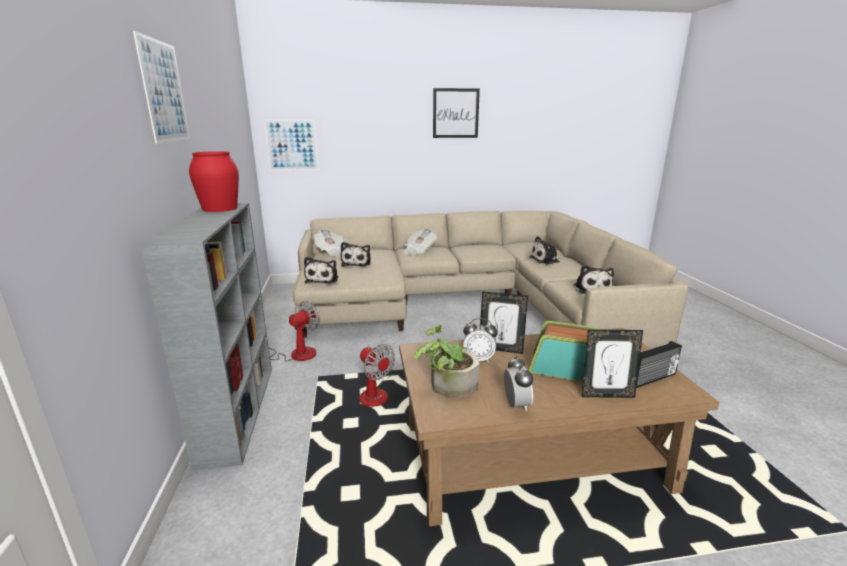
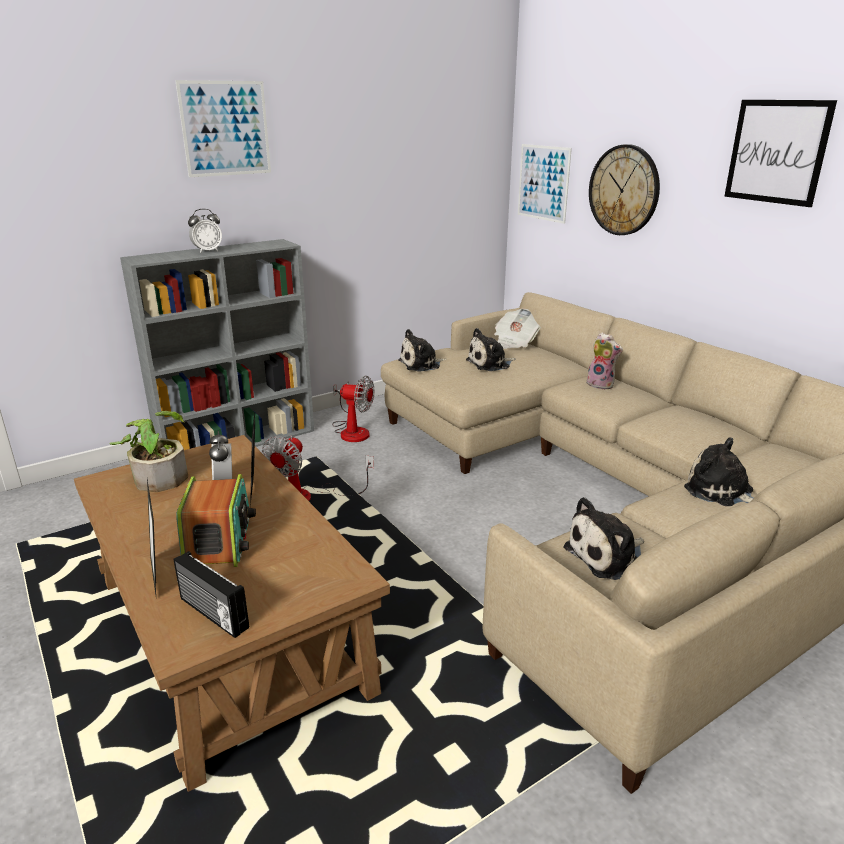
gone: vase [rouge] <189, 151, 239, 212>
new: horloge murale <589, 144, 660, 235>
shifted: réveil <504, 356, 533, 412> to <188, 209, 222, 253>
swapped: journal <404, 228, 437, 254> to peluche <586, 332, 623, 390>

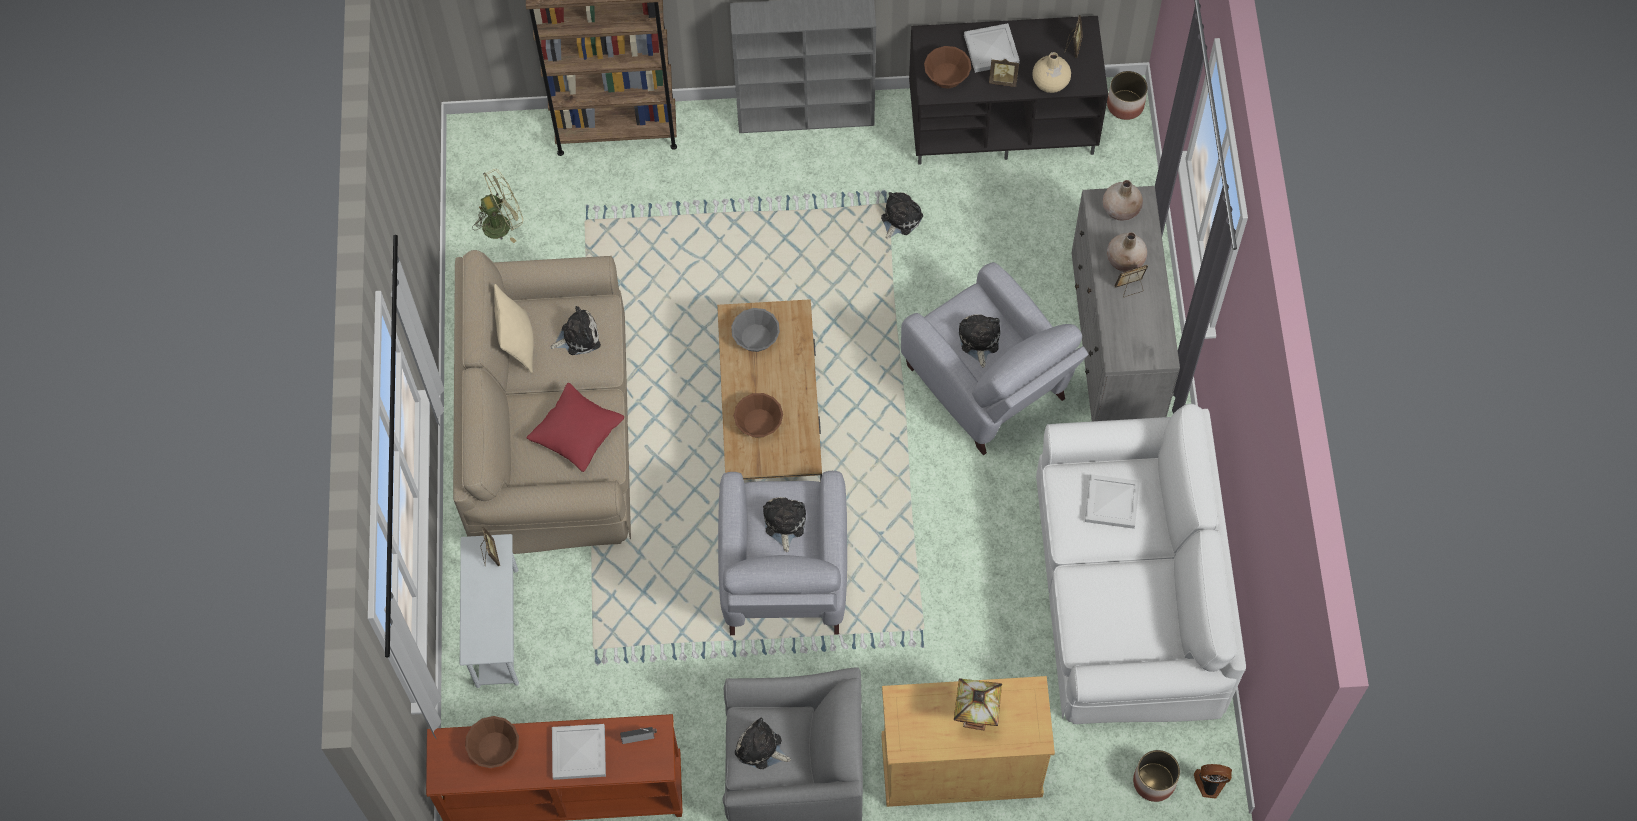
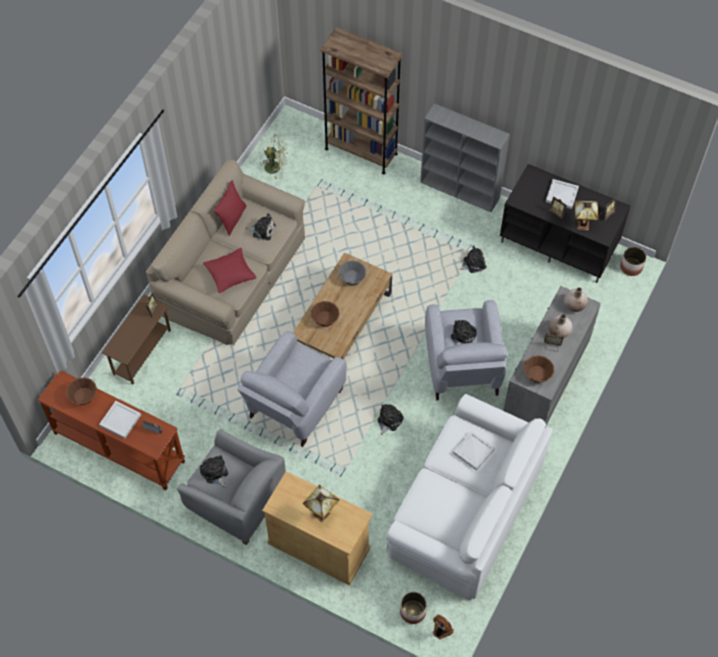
shifted: peluche <763, 497, 806, 552> to <377, 404, 404, 435>; bol [marron] <924, 46, 971, 89> to <524, 355, 554, 383>
swapped: vase [beige] <1032, 52, 1071, 93> to lampe de table <574, 200, 599, 230>
repainted: table d'appoint [blanc] <460, 534, 519, 688> to table d'appoint [marron] <102, 294, 171, 384>; coussin [beige] <494, 284, 534, 374> to coussin [rouge] <214, 180, 246, 236>

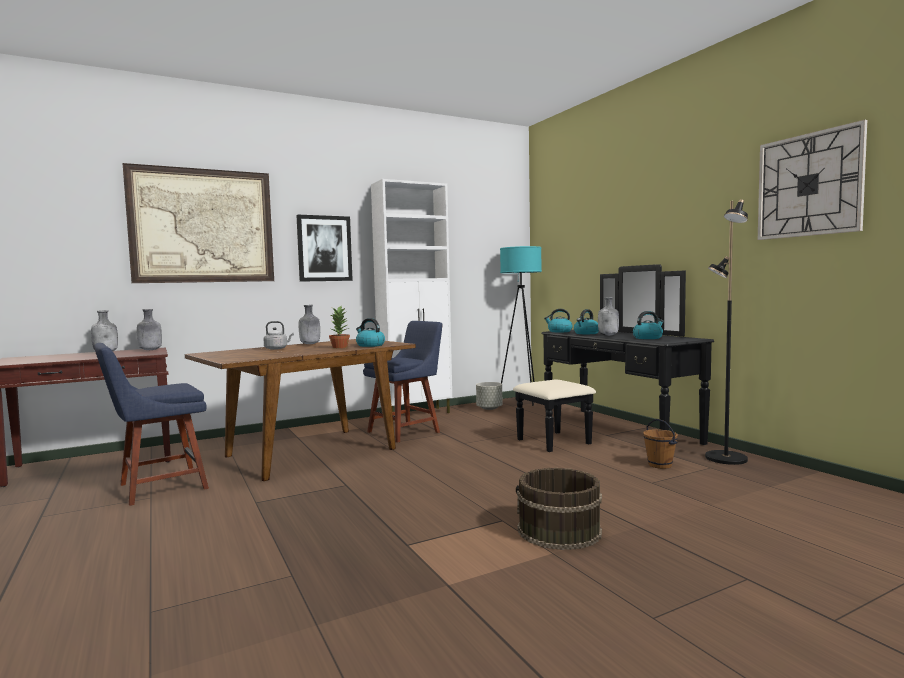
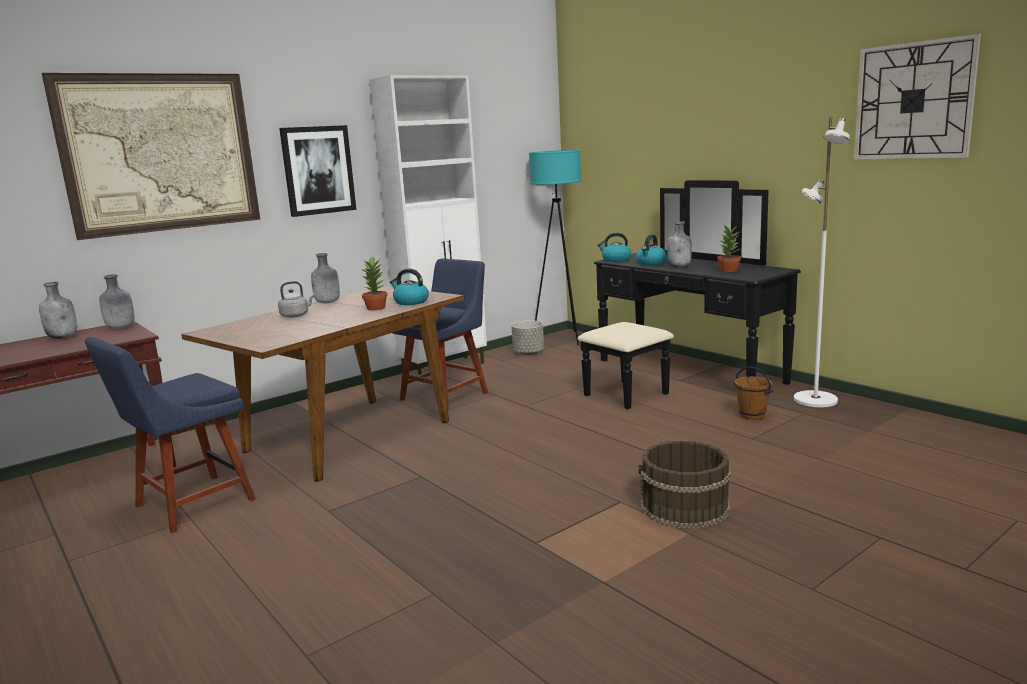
swapped: bouilloire <633, 311, 664, 339> to plante en pot <718, 225, 741, 272>
repainted: lampadaire [noir] <705, 199, 748, 465> to lampadaire [blanc] <794, 117, 850, 407>

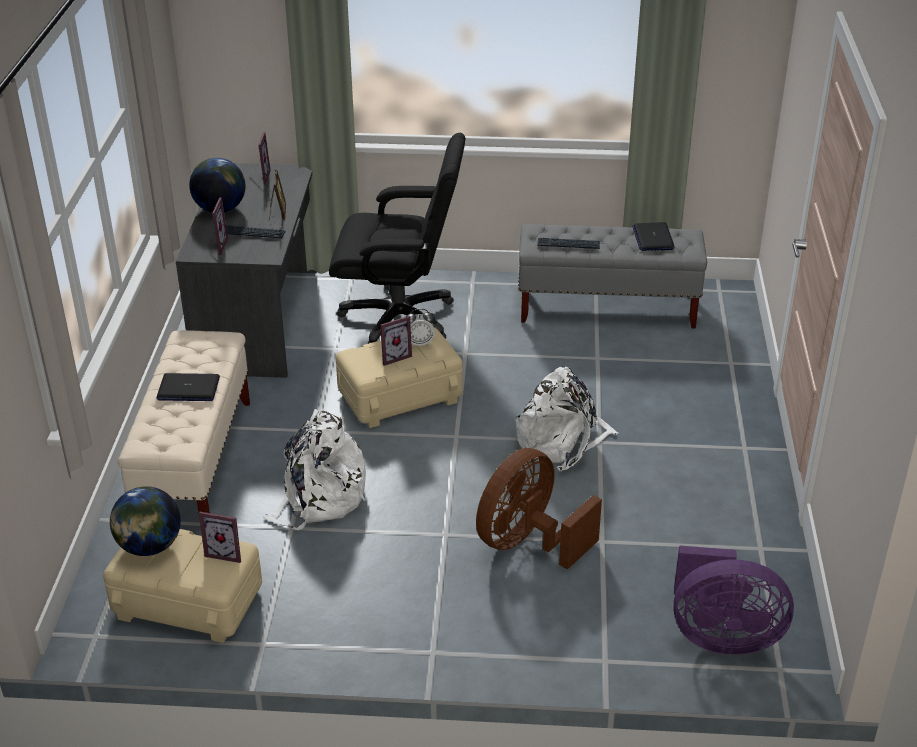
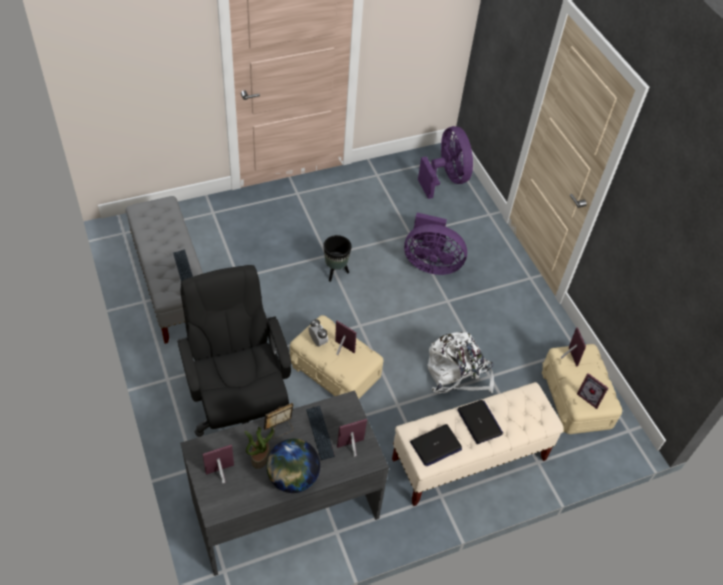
new: plante en pot <244, 426, 274, 469>
shifted: ordinateur portable <632, 222, 675, 251> to <410, 424, 462, 466>
swapped: globe <110, 486, 181, 556> to cadre photo <577, 373, 608, 409>; sac à dos [blanc] <516, 366, 618, 472> to cache-pot [noir] <323, 235, 352, 282>
repainted: ventilateur [marron] <476, 448, 602, 570> to ventilateur [violet] <404, 213, 467, 275>

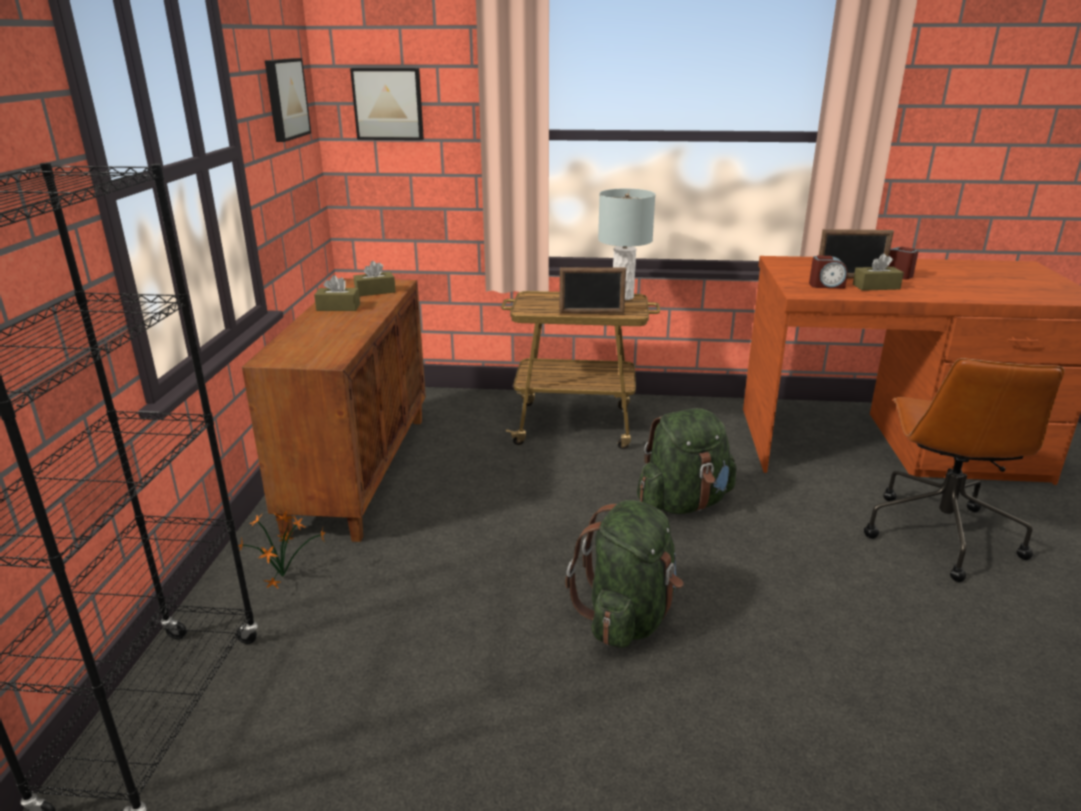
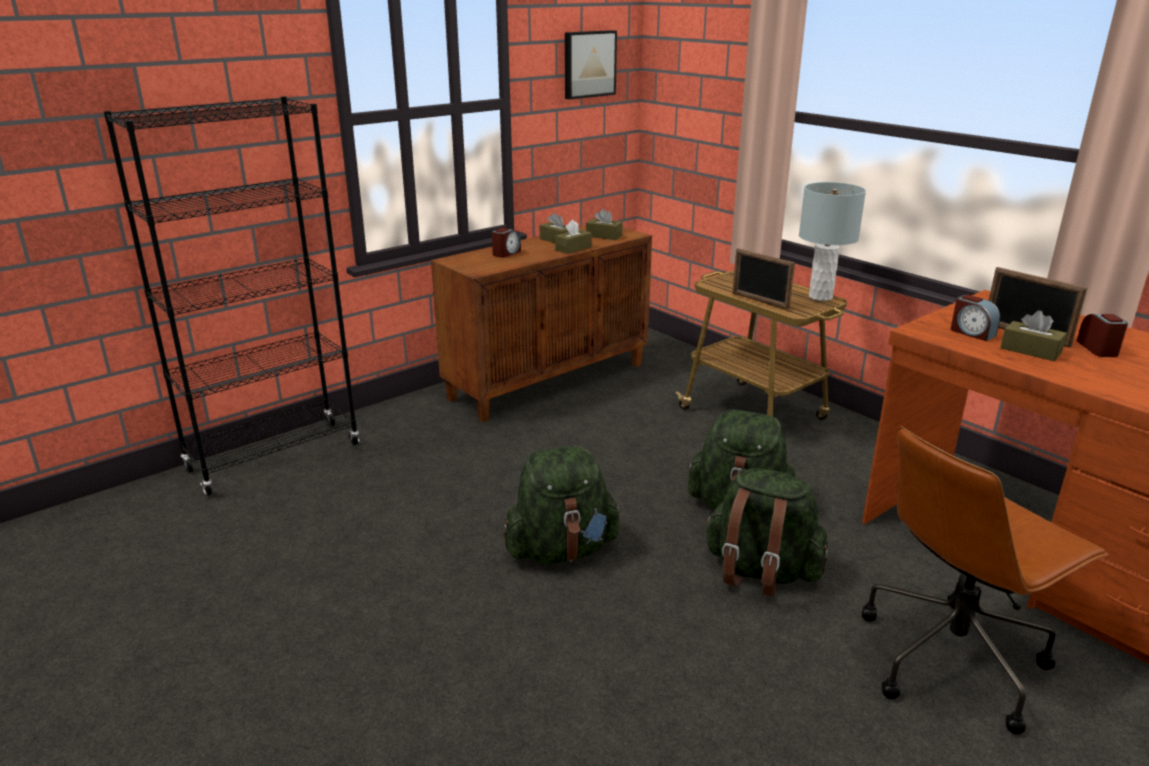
gone: plante en pot <239, 510, 326, 589>; tableau <350, 68, 424, 140>
new: réveil <492, 228, 521, 258>; boîte à mouchoirs [marron] <555, 220, 592, 254>; sac à dos [vert] <705, 468, 828, 597>

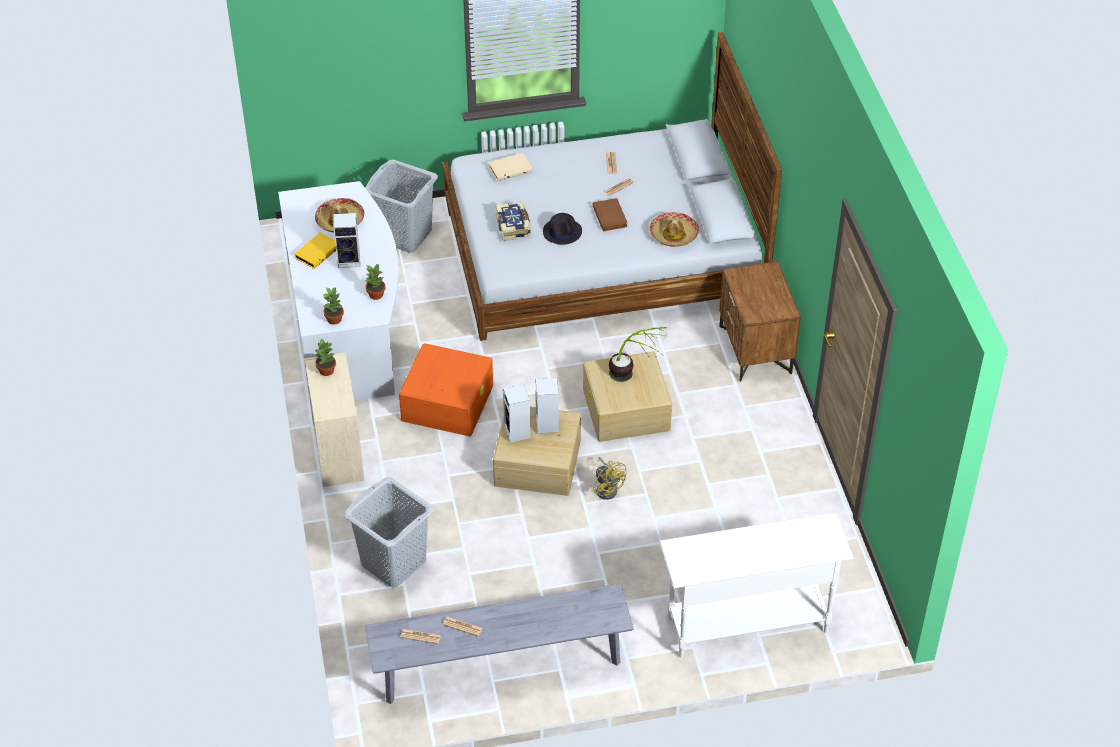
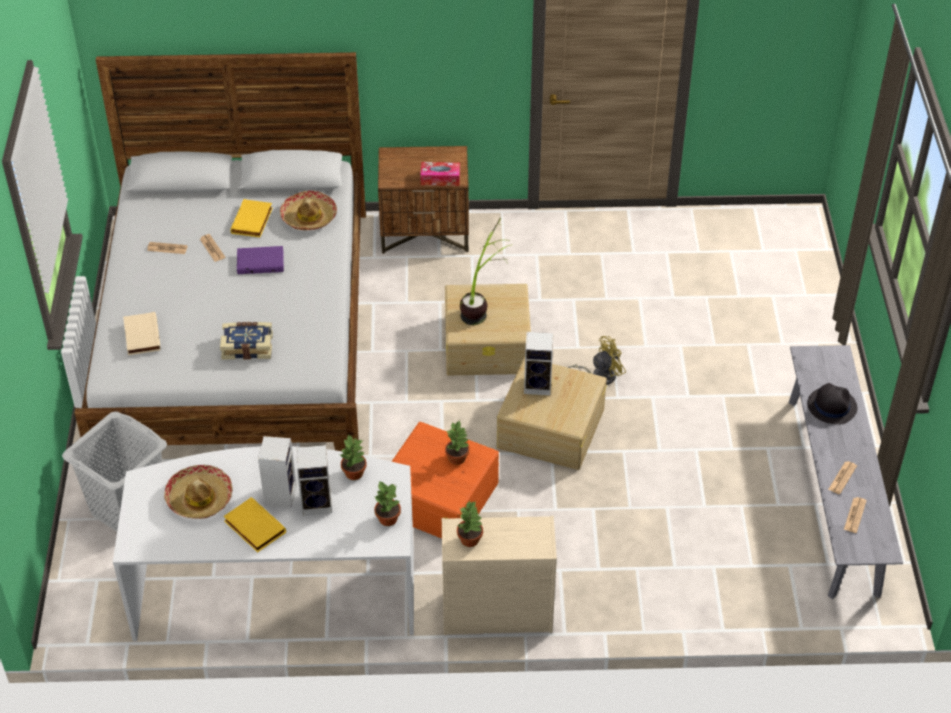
gone: panier à linge [gris] <343, 477, 434, 588>; table console [blanc] <659, 512, 854, 658>
new: livre [jaune] <230, 199, 273, 237>; boîte à mouchoirs <420, 162, 460, 186>; plante en pot <445, 420, 469, 465>
shifted: enceinte <503, 384, 530, 443> to <296, 445, 332, 516>; chapeau [noir] <543, 213, 582, 245> to <807, 383, 857, 425>
repainted: livre [marron] <592, 198, 628, 232> to livre [violet] <237, 246, 284, 274>

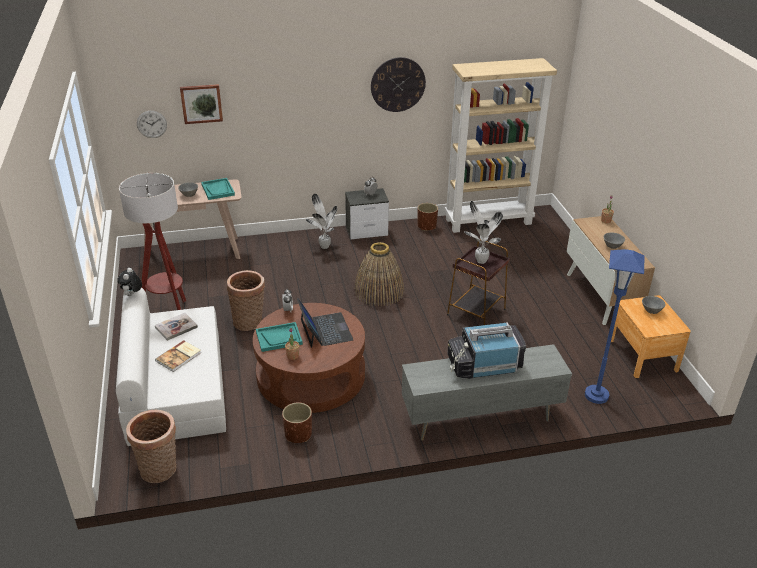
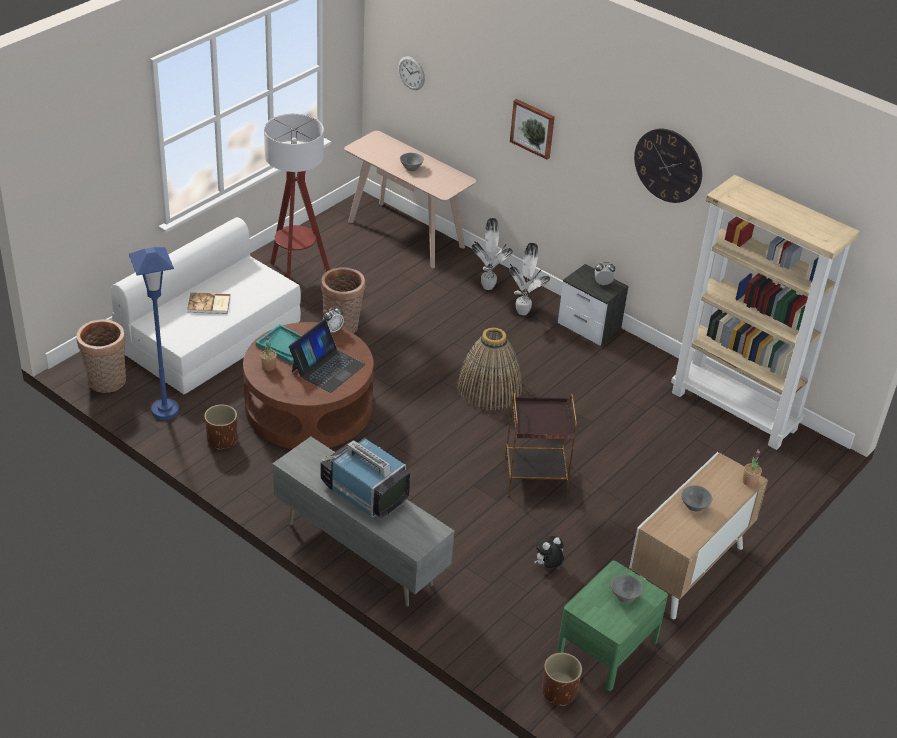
gone: livre <155, 313, 198, 341>; plateau [turquoise] <201, 178, 235, 200>
shifted: peluche <117, 268, 142, 296> to <534, 536, 564, 568>; tableau <180, 84, 223, 124> to <510, 99, 555, 160>; cache-pot [marron] <417, 203, 438, 231> to <542, 653, 582, 706>; plante en pot <464, 201, 503, 264> to <471, 218, 513, 290>; lampadaire [bleu] <585, 249, 645, 404> to <129, 247, 179, 420>
repainted: table de chevet [marron] <611, 295, 691, 378> to table de chevet [vert] <557, 561, 668, 691>

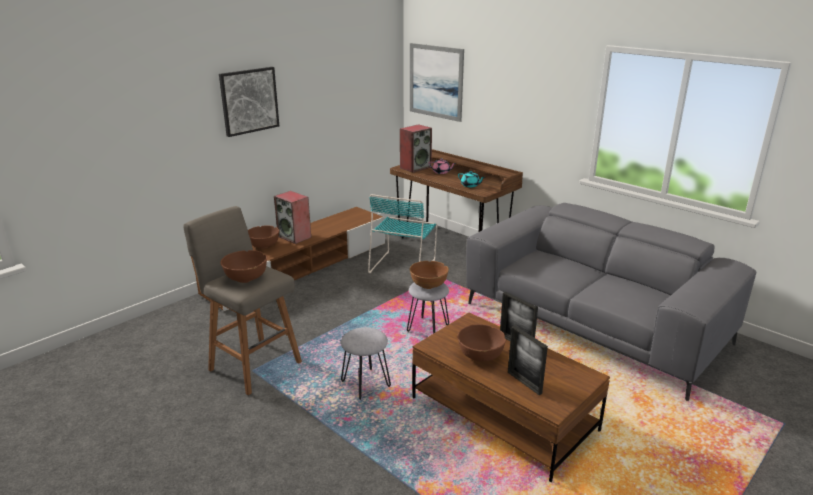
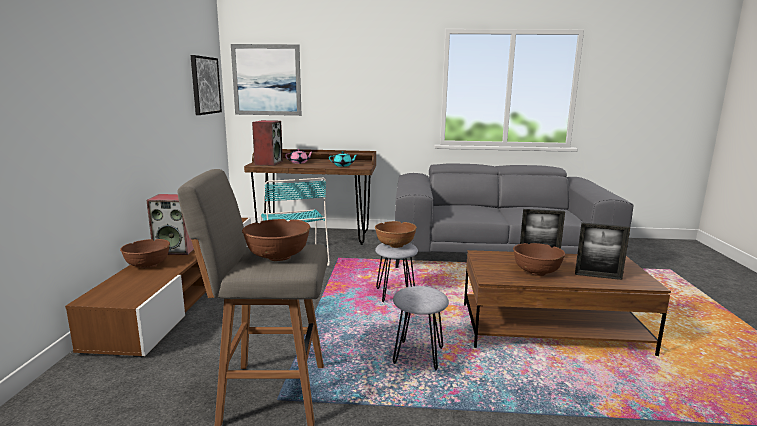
shifted: tableau <219, 67, 279, 137> to <191, 55, 222, 115>

